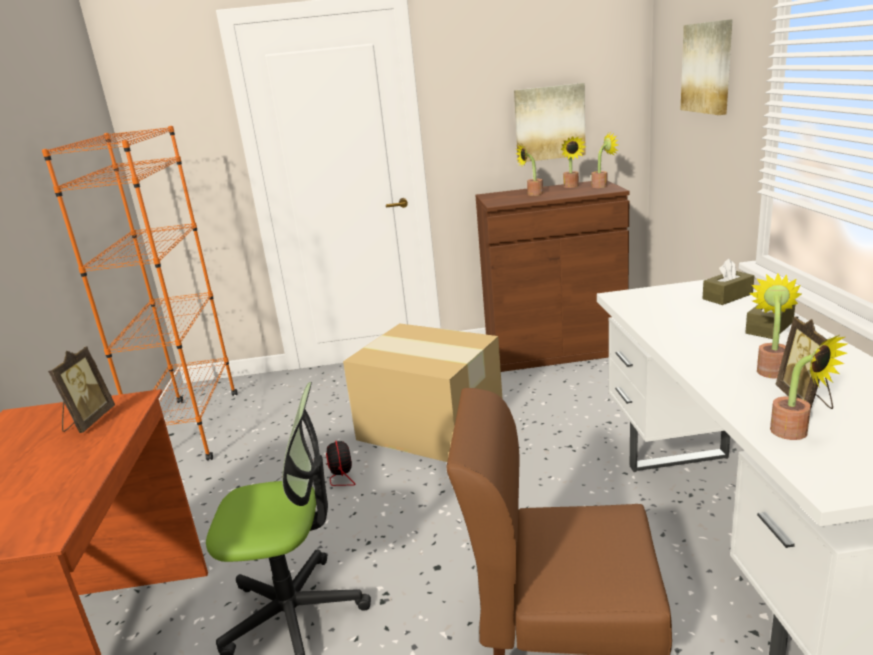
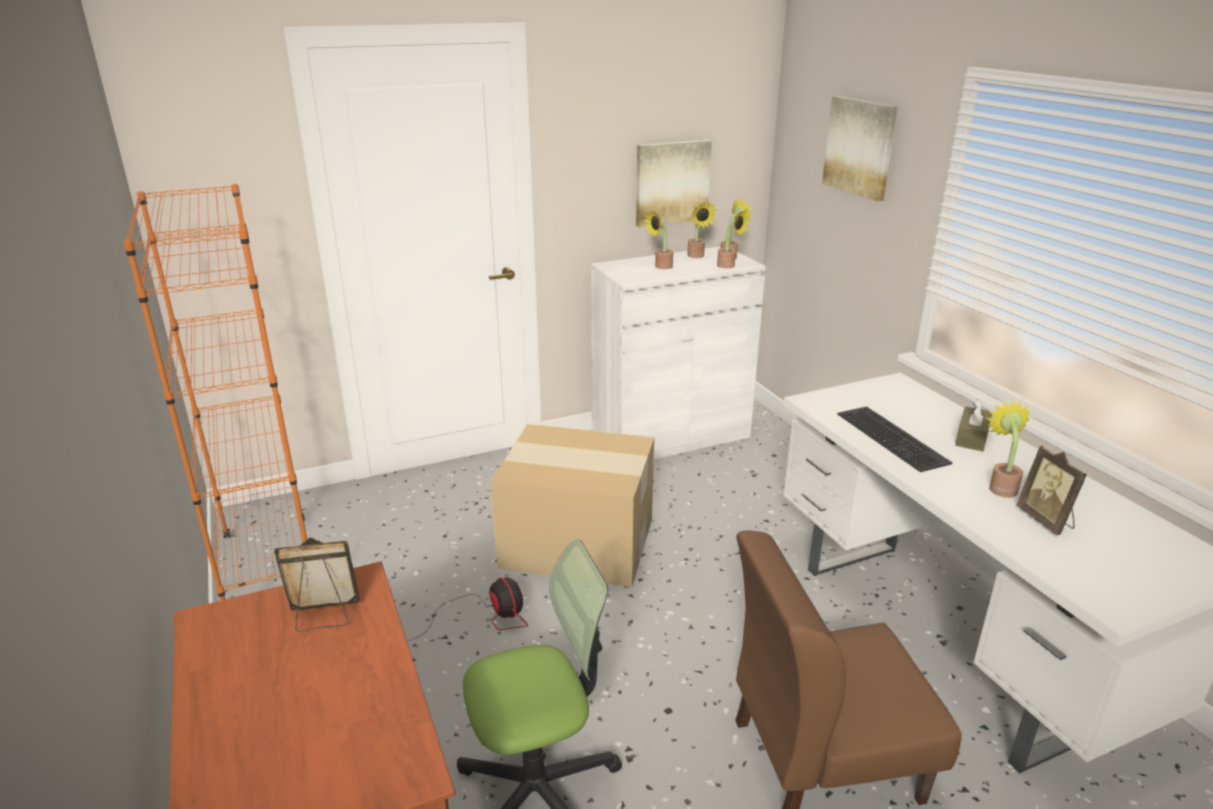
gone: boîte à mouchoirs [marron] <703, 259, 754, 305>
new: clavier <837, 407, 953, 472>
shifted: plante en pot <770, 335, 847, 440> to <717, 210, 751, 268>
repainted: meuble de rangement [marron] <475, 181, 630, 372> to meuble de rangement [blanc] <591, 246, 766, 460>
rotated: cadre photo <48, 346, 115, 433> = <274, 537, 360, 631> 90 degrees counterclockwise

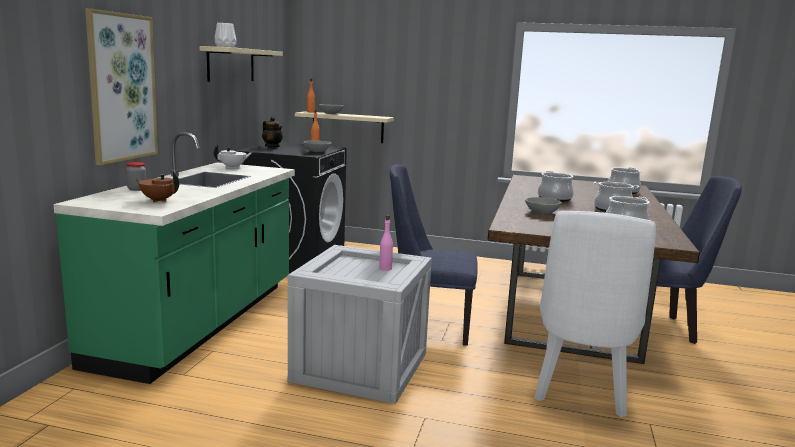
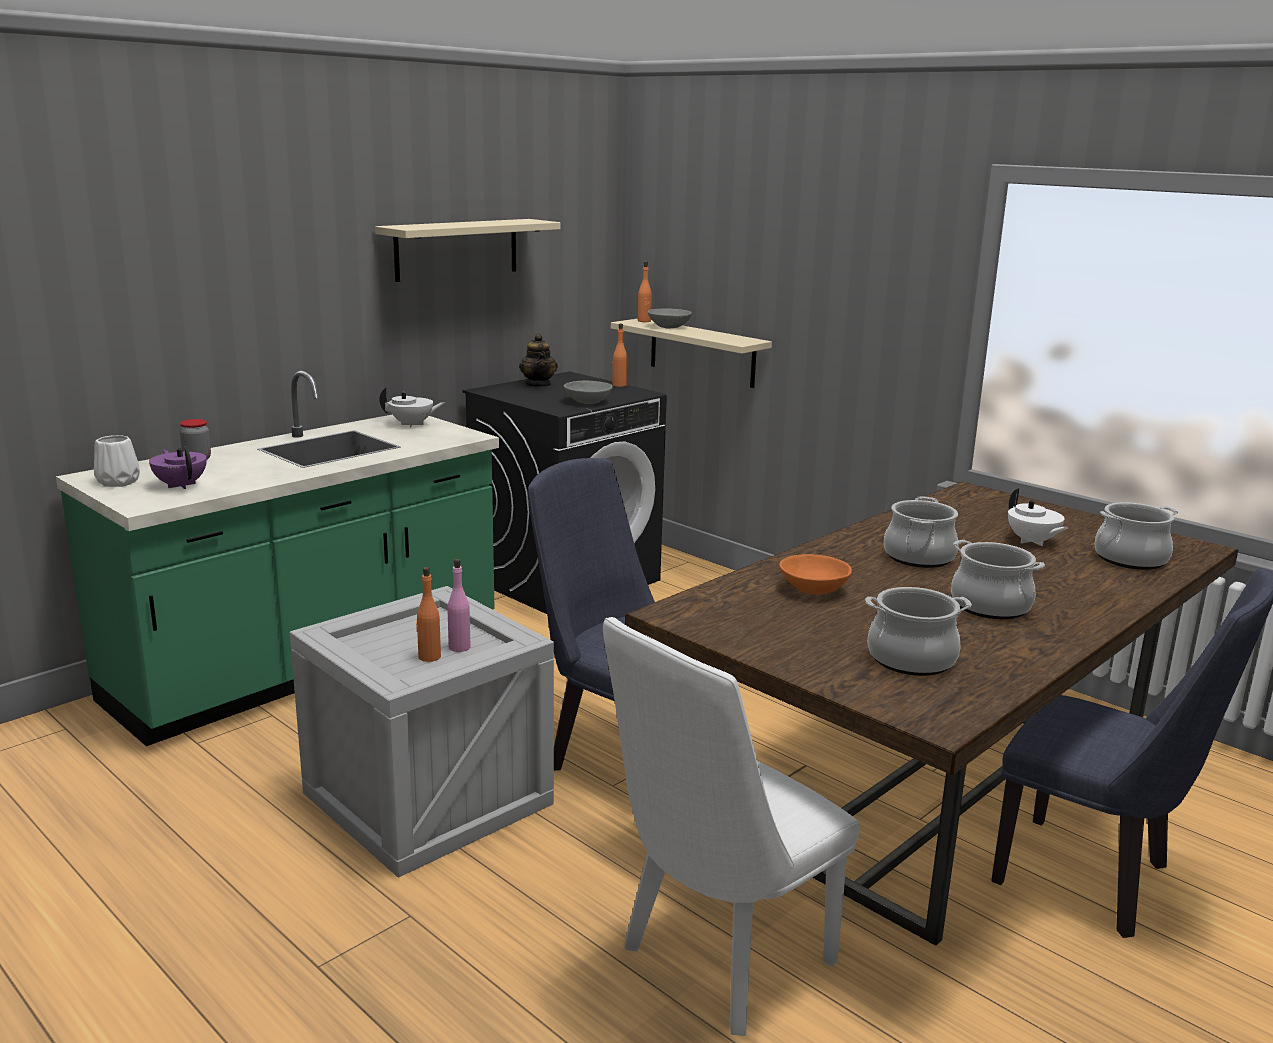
gone: tableau <85, 8, 158, 165>
new: bouteille [orange] <416, 567, 441, 662>; théière [blanc] <1008, 488, 1068, 546>
shifted: vase [blanc] <215, 23, 236, 47> to <94, 435, 140, 487>
repainted: théière [marron] <136, 171, 179, 202> to théière [violet] <149, 446, 207, 489>; bol [gris] <525, 197, 562, 214> to bol [orange] <779, 554, 852, 595>

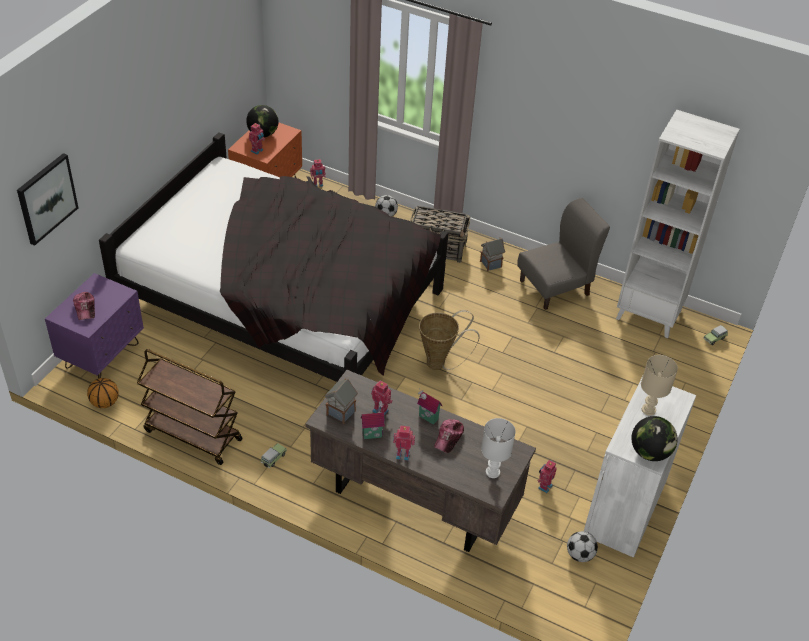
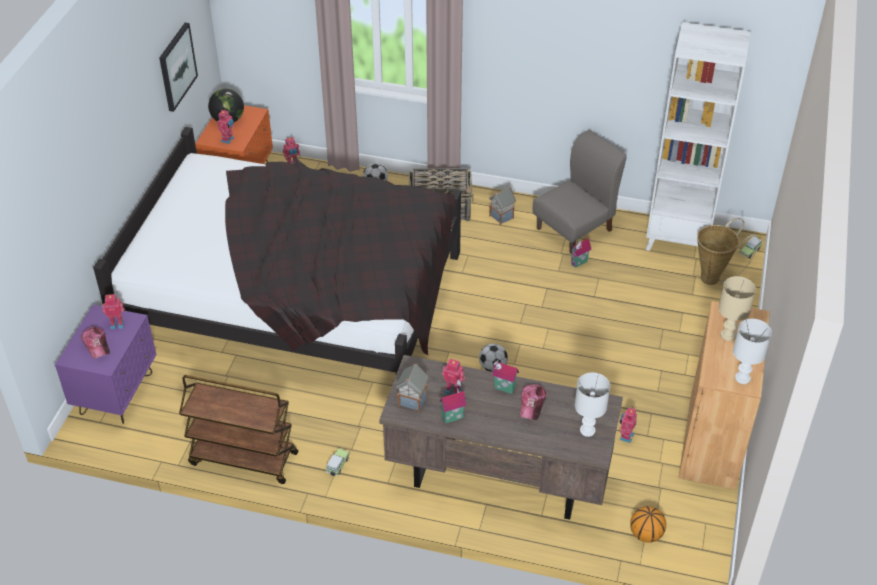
new: maison miniature <570, 238, 592, 268>
shifted: tableau <17, 153, 78, 246> to <159, 23, 198, 112>; ballon de basket <87, 378, 119, 408> to <630, 506, 666, 543>; robot jouet <393, 425, 415, 461> to <102, 294, 125, 329>; panier <419, 310, 480, 370> to <697, 218, 759, 285>; ballon de foot <567, 531, 598, 562> to <479, 343, 508, 372>
swapped: globe <631, 416, 677, 461> to lampe de table [blanc] <733, 319, 772, 384>
repainted: meuble de rangement [blanc] <584, 376, 696, 558> to meuble de rangement [marron] <679, 301, 770, 490>

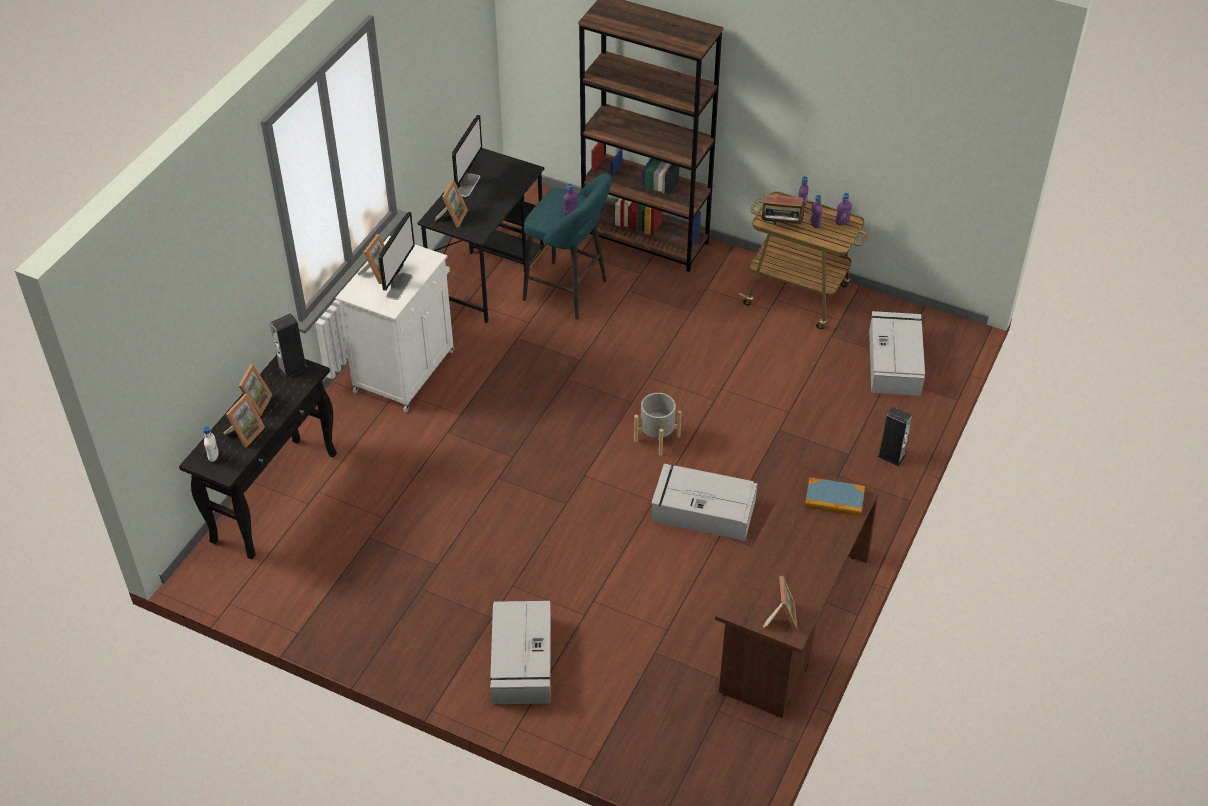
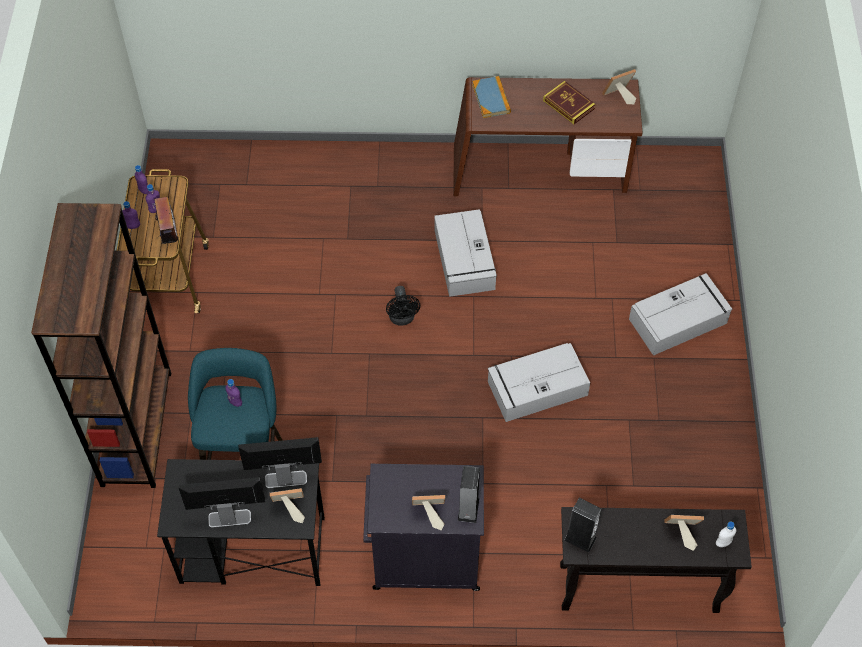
gone: cadre photo <239, 364, 272, 416>
new: livre <543, 81, 595, 124>
shifted: écran d'ordinateur <379, 212, 415, 300> to <238, 437, 322, 488>; boîte de rangement [gris] <869, 311, 925, 396> to <488, 343, 590, 422>; enceinte <877, 407, 913, 466> to <458, 466, 480, 523>
swapped: cache-pot [gris] <634, 393, 682, 456> to ventilateur [noir] <386, 286, 420, 325>
repainted: meuble de rangement [blanc] <335, 236, 454, 412> to meuble de rangement [noir] <363, 464, 484, 591>

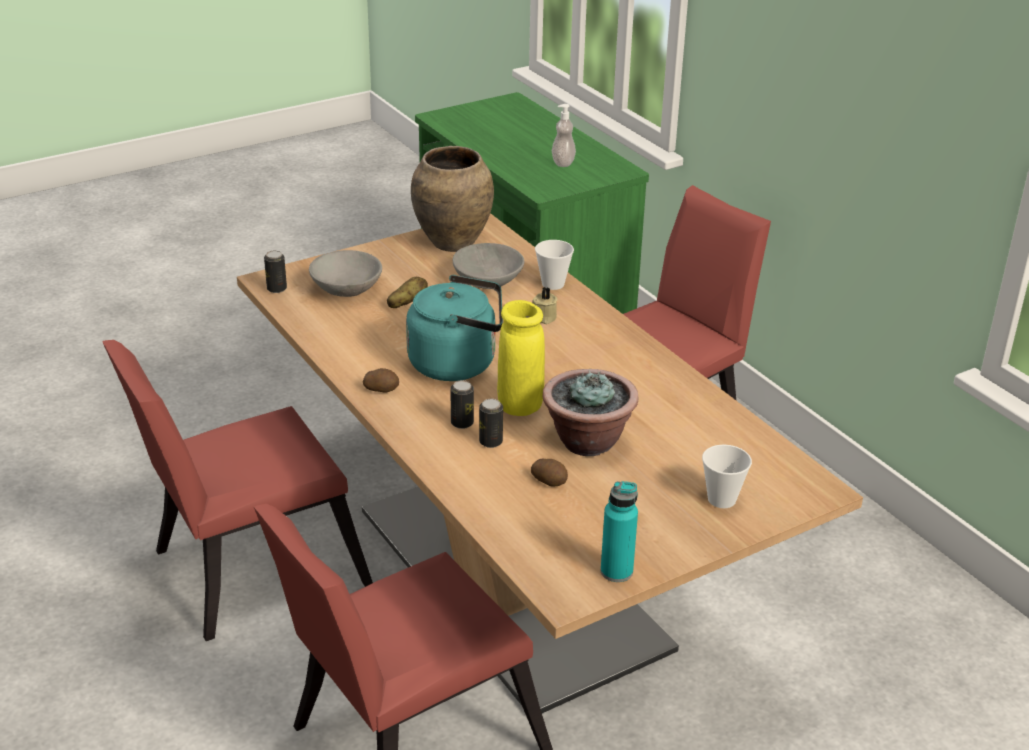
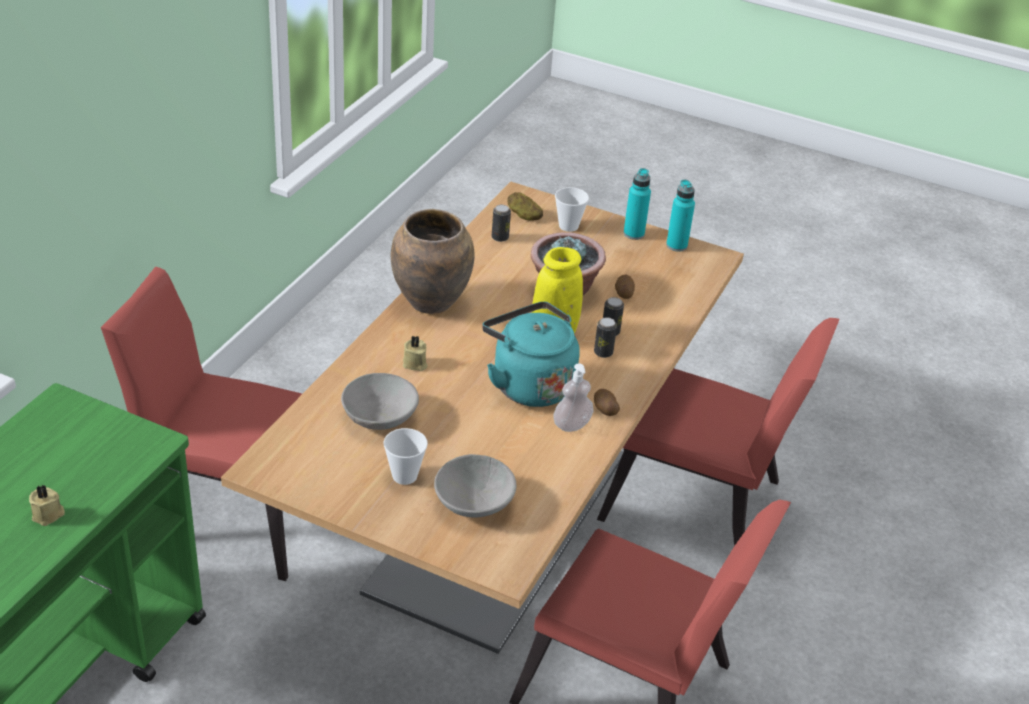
new: bougie [beige] <29, 485, 65, 526>; bouteille [turquoise] <623, 168, 651, 240>
shifted: boîte métallique <264, 250, 287, 293> to <492, 205, 511, 242>; pomme de terre <387, 277, 428, 308> to <507, 192, 543, 221>; vase [marron] <411, 146, 494, 252> to <391, 209, 475, 314>; tasse <535, 240, 574, 290> to <384, 428, 428, 485>; distributeur de savon <552, 104, 576, 167> to <553, 363, 593, 432>

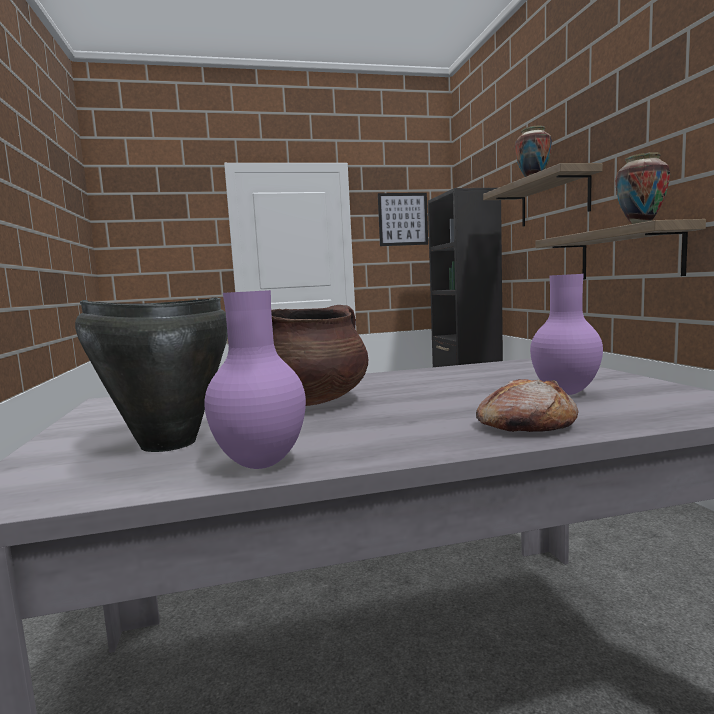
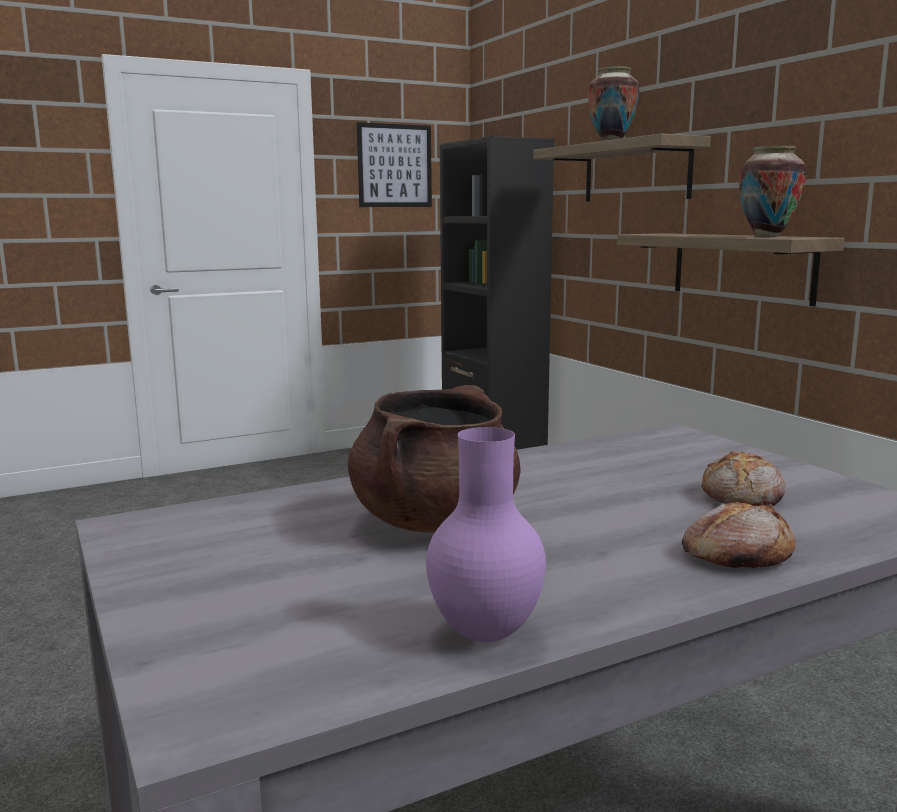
gone: marmite [noir] <75, 297, 228, 452>
swapped: vase [violet] <530, 274, 603, 395> to pain <701, 451, 785, 506>

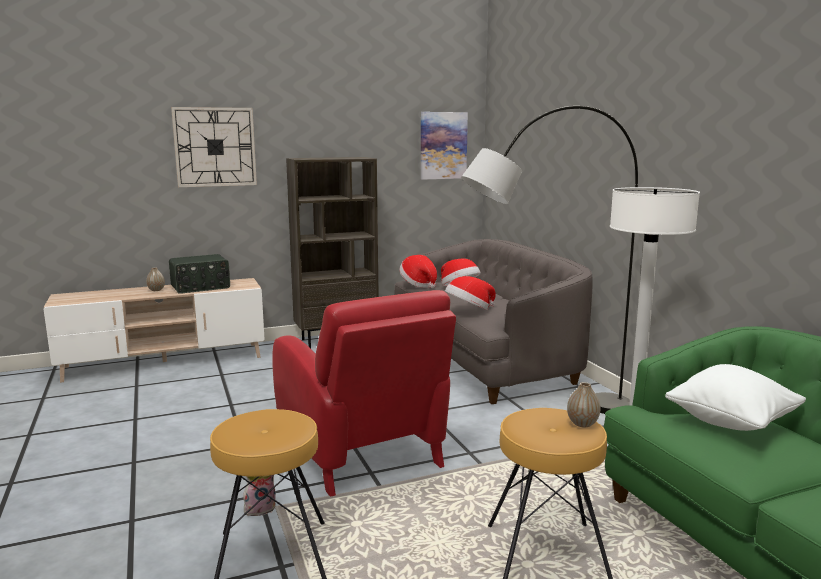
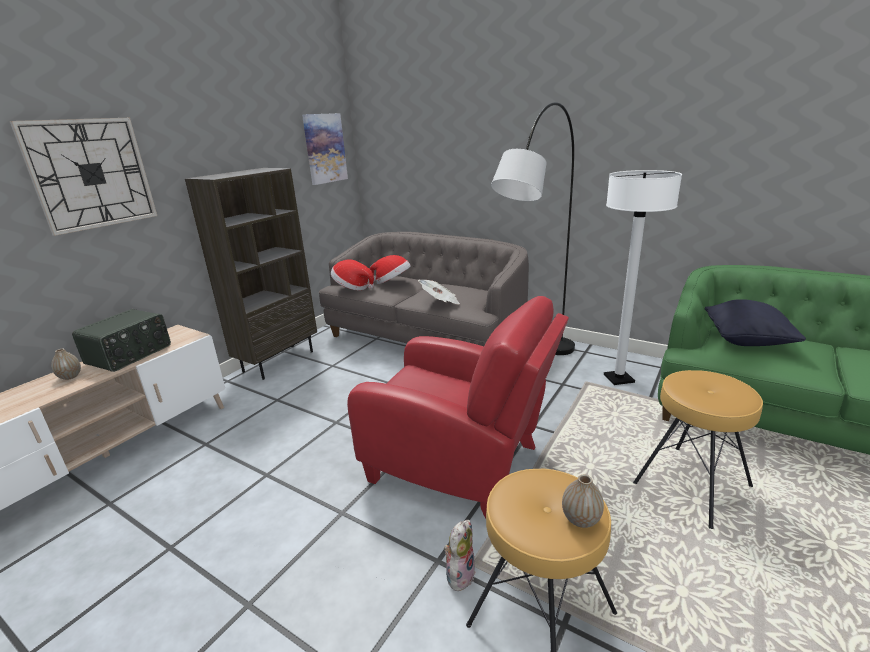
shifted: vase <567, 382, 600, 427> to <562, 475, 604, 528>
swapped: chapeau <445, 276, 496, 310> to journal <418, 280, 460, 304>
repainted: coussin [blanc] <665, 364, 806, 431> to coussin [noir] <705, 299, 806, 346>

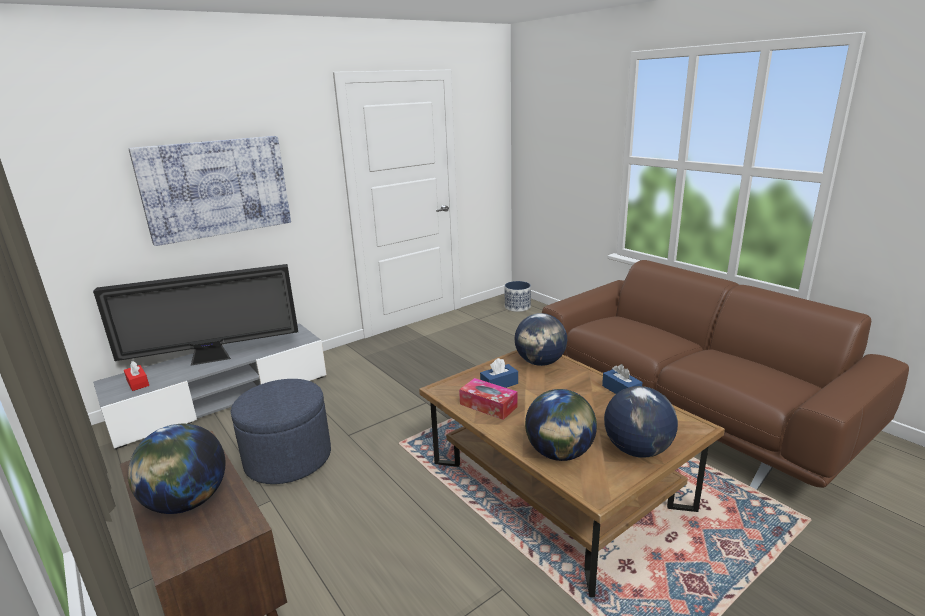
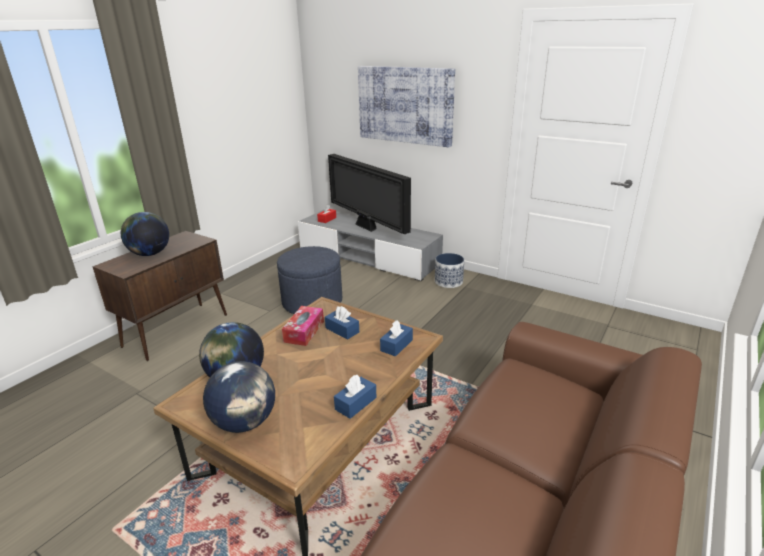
shifted: cache-pot <505, 281, 531, 312> to <435, 253, 464, 288>
swapped: globe <514, 313, 567, 366> to boîte à mouchoirs [bleu] <380, 320, 413, 357>

